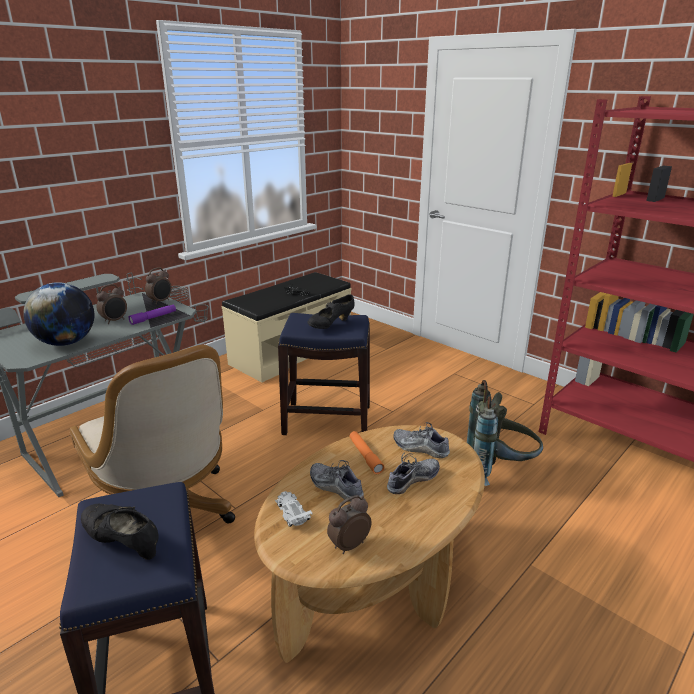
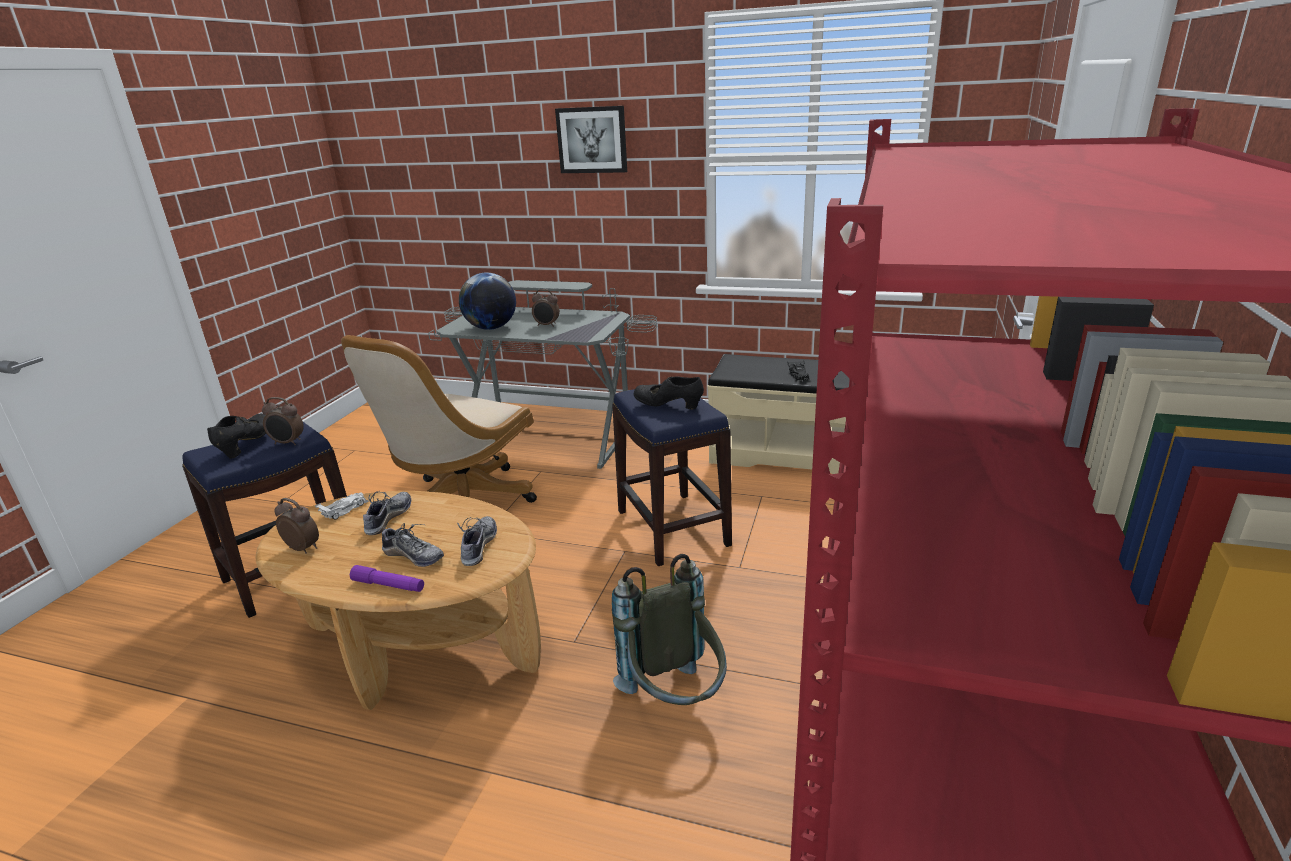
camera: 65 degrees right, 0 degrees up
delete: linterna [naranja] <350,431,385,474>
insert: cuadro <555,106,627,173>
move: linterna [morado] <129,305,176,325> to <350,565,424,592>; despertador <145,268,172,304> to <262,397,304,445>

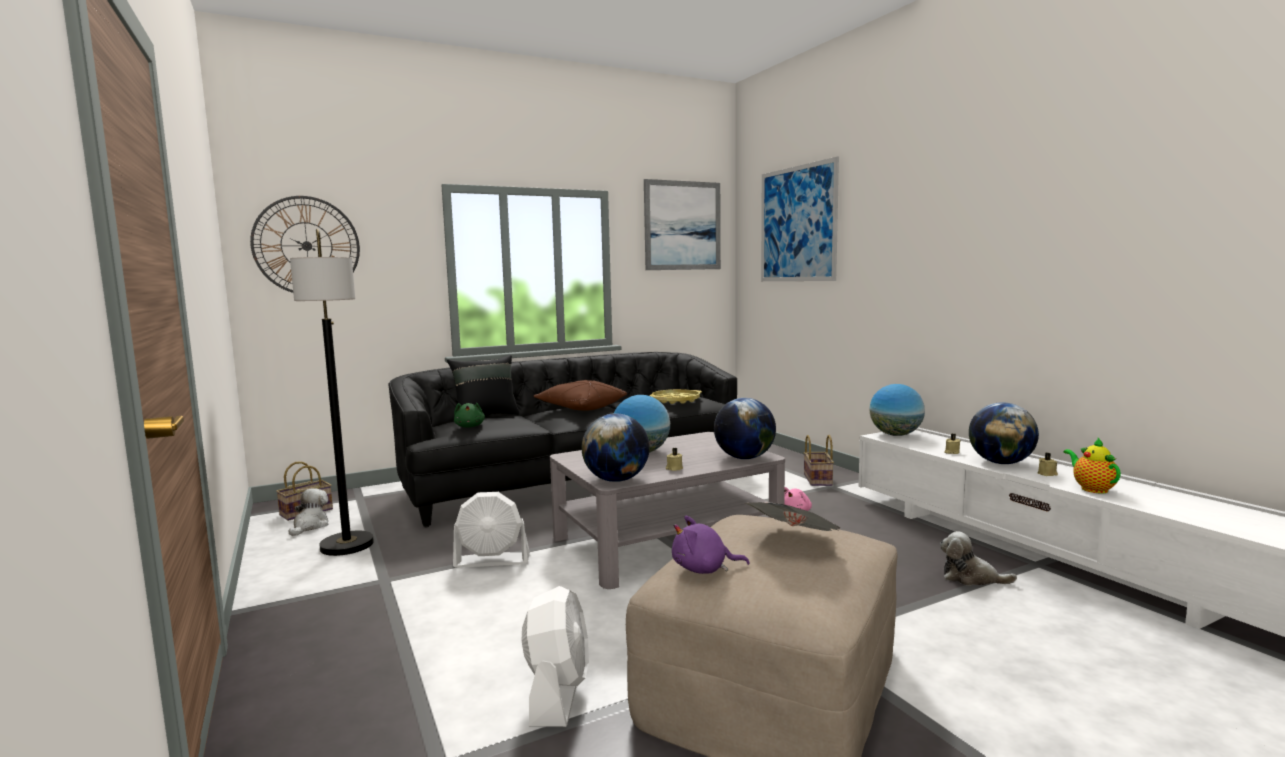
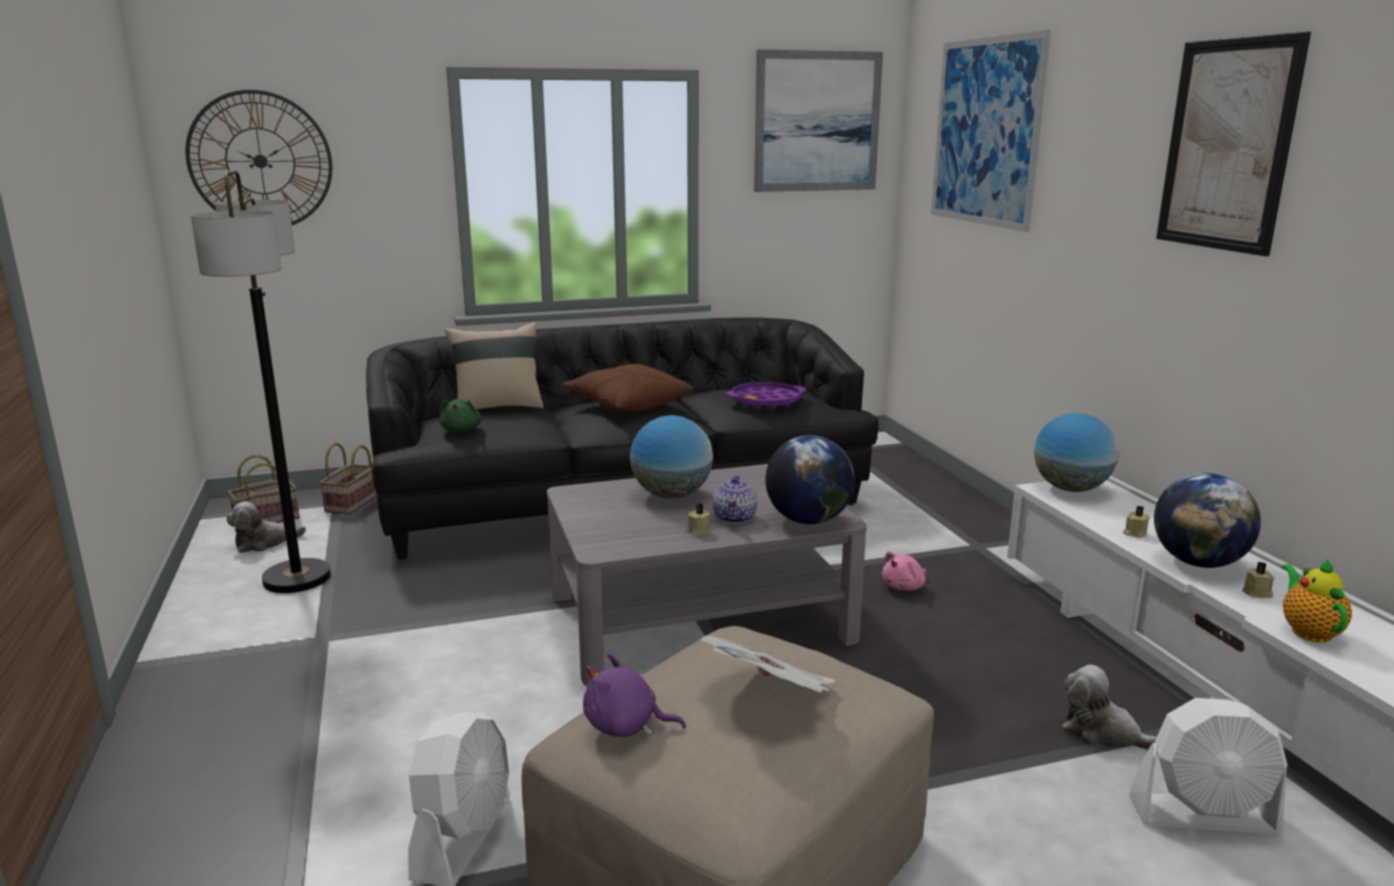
camera: 10 degrees right, 10 degrees up
delete: globo terráqueo <582,413,650,482>
insert: tetera <713,476,757,524>; cuadro <1156,32,1311,256>
move: ventilador [blanco] <453,492,530,568> to <1129,698,1287,834>; cesta <804,435,834,486> to <320,443,377,515>
recolor: cojín [negro] <447,355,519,415> to cojín [beis] <445,322,544,409>; bandeja [amarillo] <649,389,702,404> to bandeja [morado] <726,382,806,409>
rotate: peluche <288,488,329,536> = <226,501,306,553> 135 degrees counterclockwise

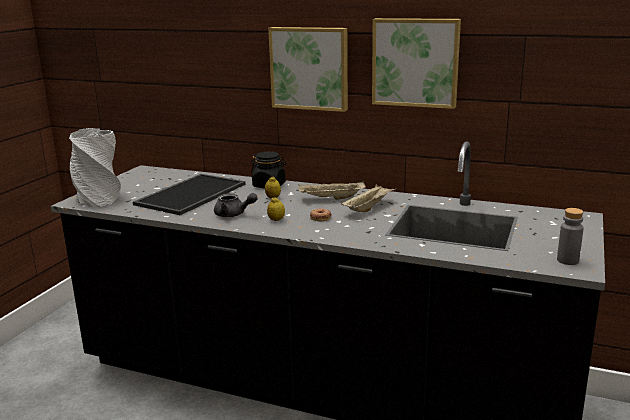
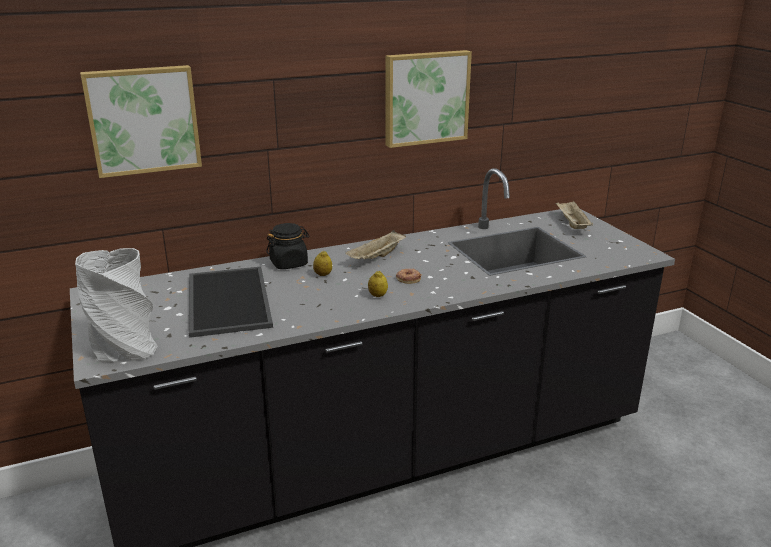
camera: 45 degrees left, 5 degrees up
delete: tetera [gris] <214,193,258,217>; botella [gris] <557,208,584,265>
move: cuadro <268,27,348,112> to <80,65,202,178>; bandeja [beis] <341,184,396,212> to <556,201,593,229>

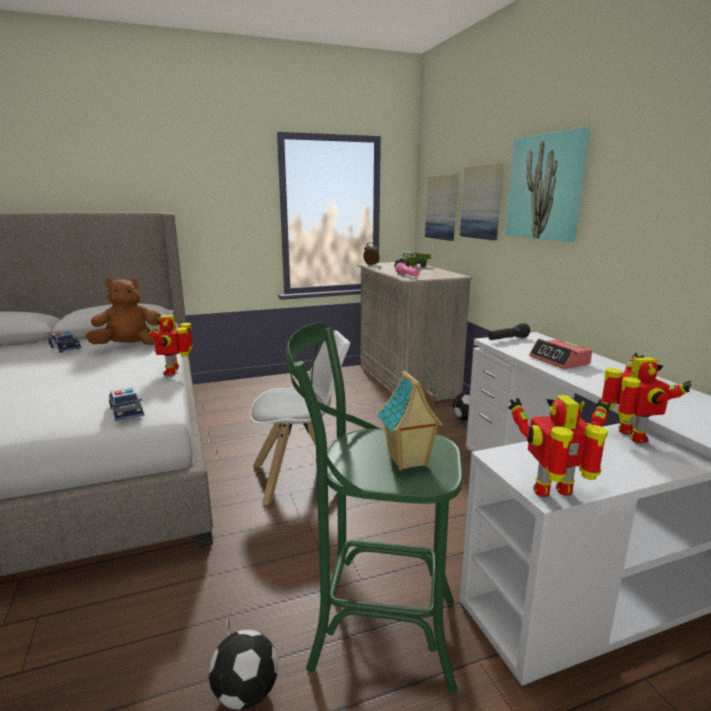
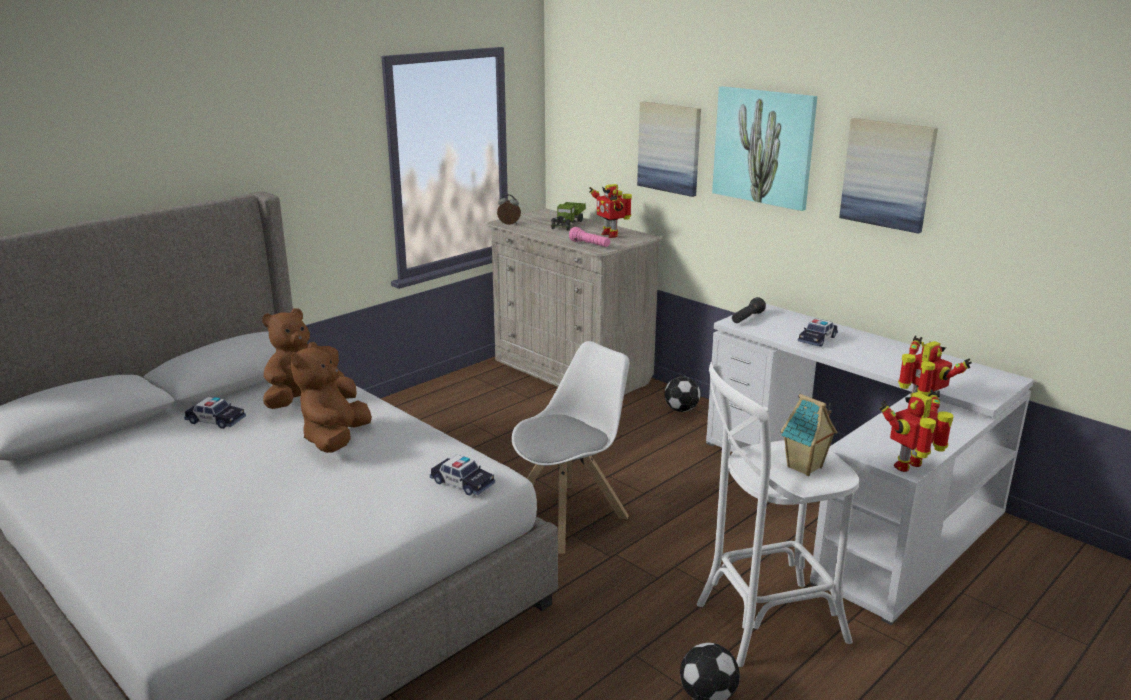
camera: 25 degrees left, 5 degrees up
insert: peluche [marrón] <291,342,372,453>
move: robot de juguete <145,315,193,375> to <589,184,632,238>; cuadro <425,174,458,241> to <839,118,938,234>
replace: despertador <529,339,592,369> to coche de juguete <798,318,838,347>
recolor: taburete [verde] <286,323,463,694> to taburete [blanco] <697,361,859,667>

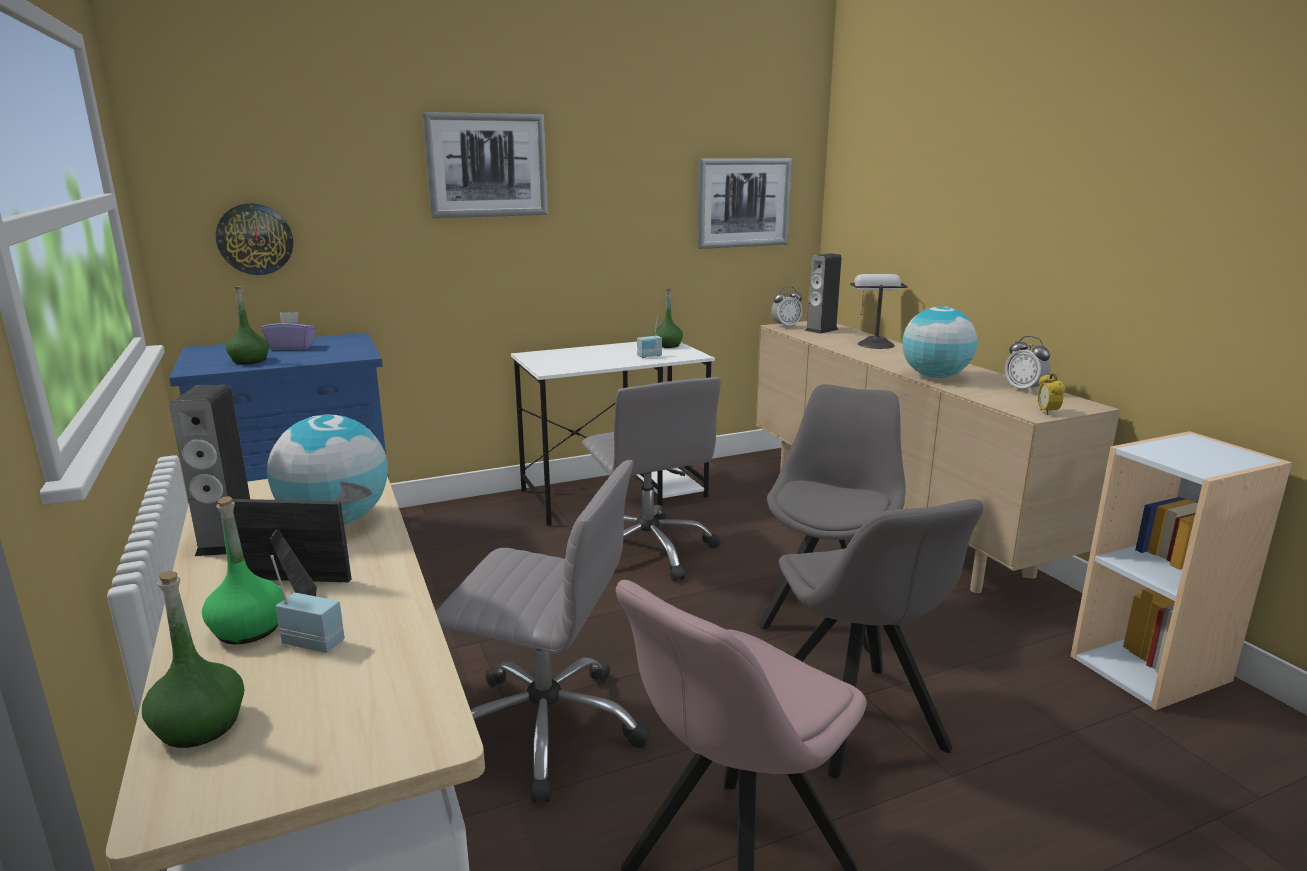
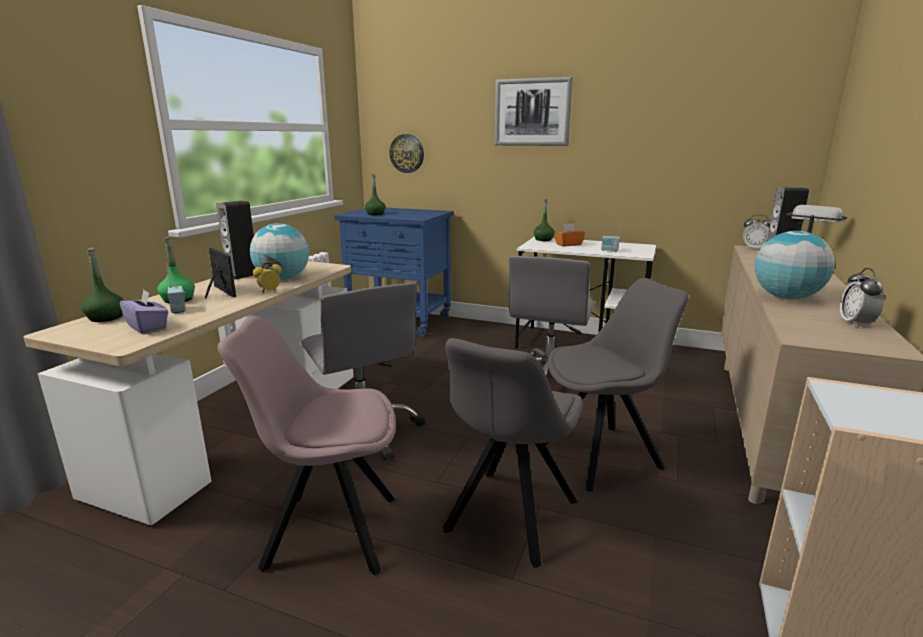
camera: 45 degrees right, 0 degrees up
delete: cuadro <697,158,792,249>
insert: caja de pañuelos [naranja] <554,223,585,246>
move: caja de pañuelos [morado] <261,312,316,350> to <119,289,168,334>; botella [verde] <653,289,683,348> to <533,199,555,241>; despertador <1038,373,1066,415> to <253,262,282,292>

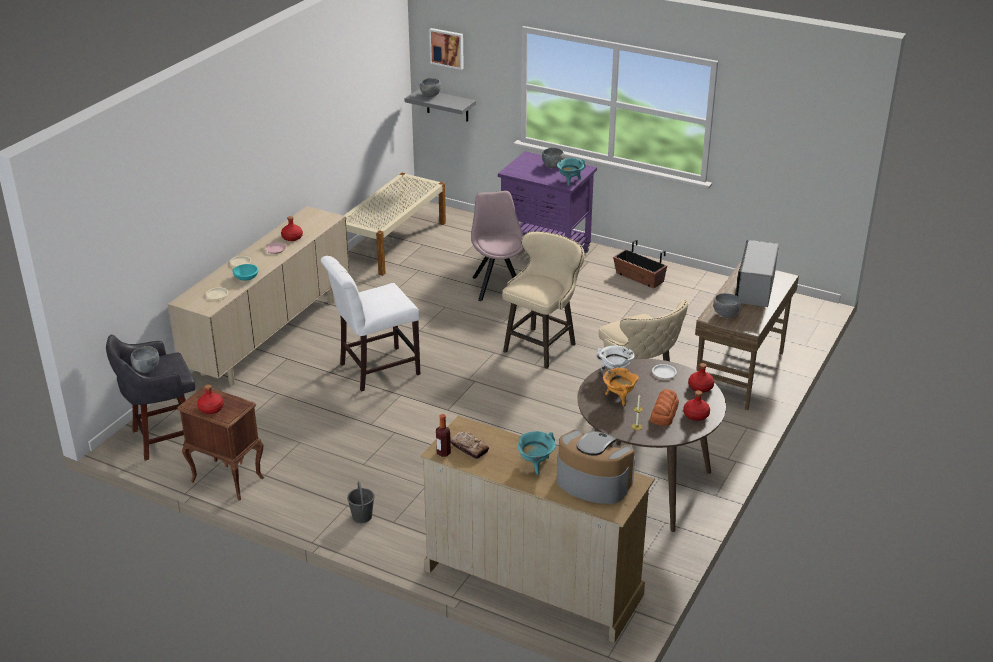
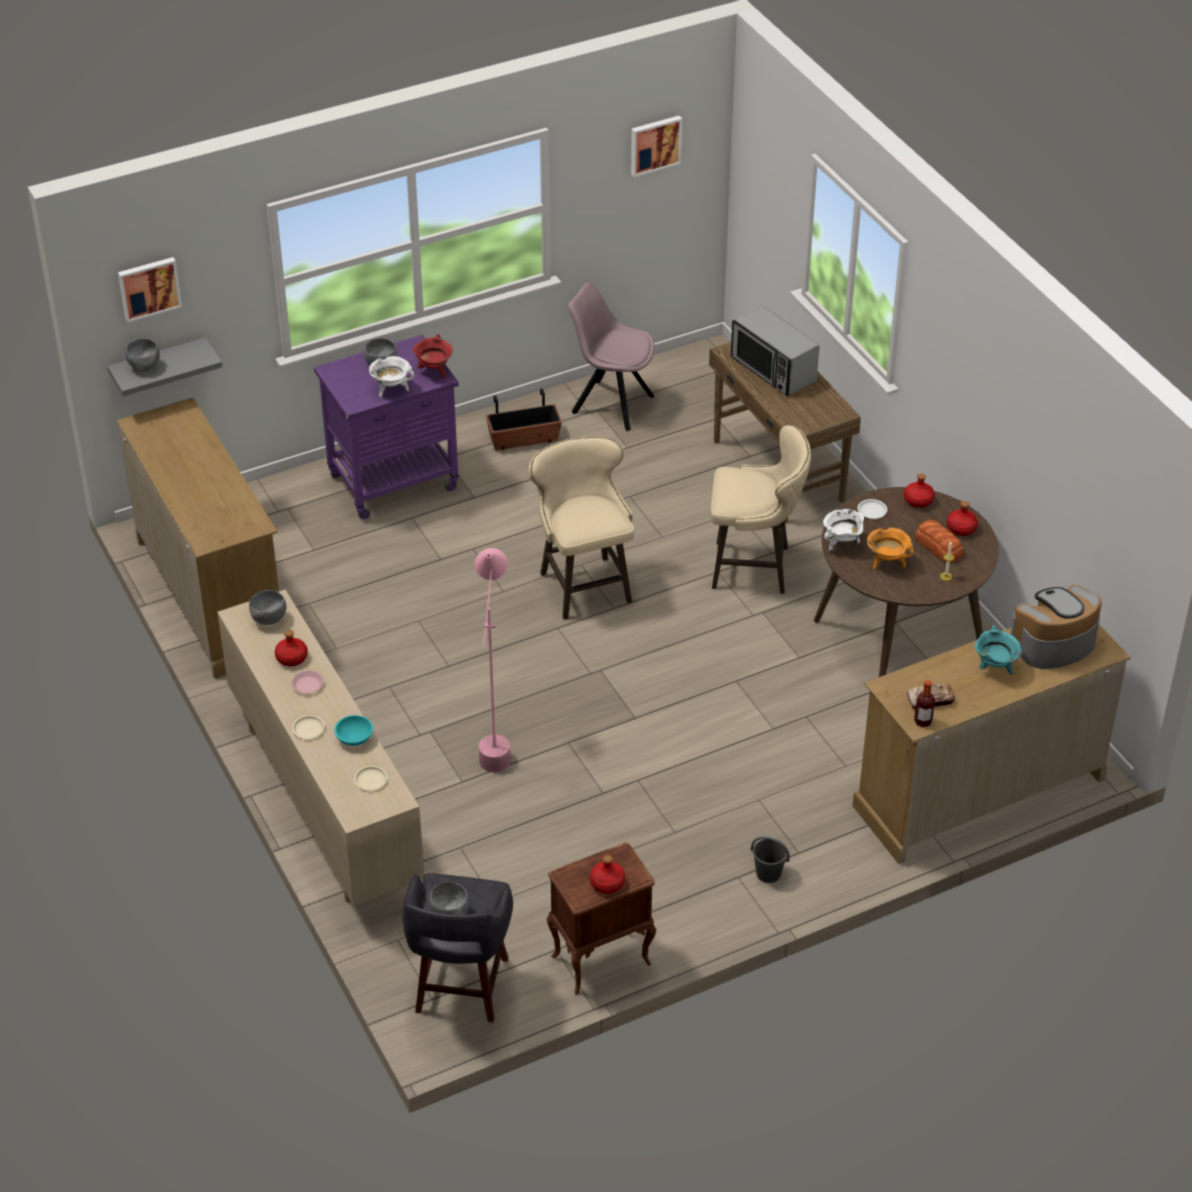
camera: 55 degrees left, 10 degrees up
insert: olla [blanco] <369,356,414,397>; cuadro <631,116,682,177>
move: silla [rosa] <471,191,523,301> to <568,283,655,431>; cuenco [gris] <713,293,741,318> to <249,590,286,625>
replace: silla [blanco] <321,256,420,392> to lámpara de pie [rosa] <475,548,511,772>; banco [beis] <344,172,446,276> to cómoda [marrón] <117,397,279,679>
recolor: olla [turquesa] <557,158,586,186> to olla [rojo] <413,334,453,378>

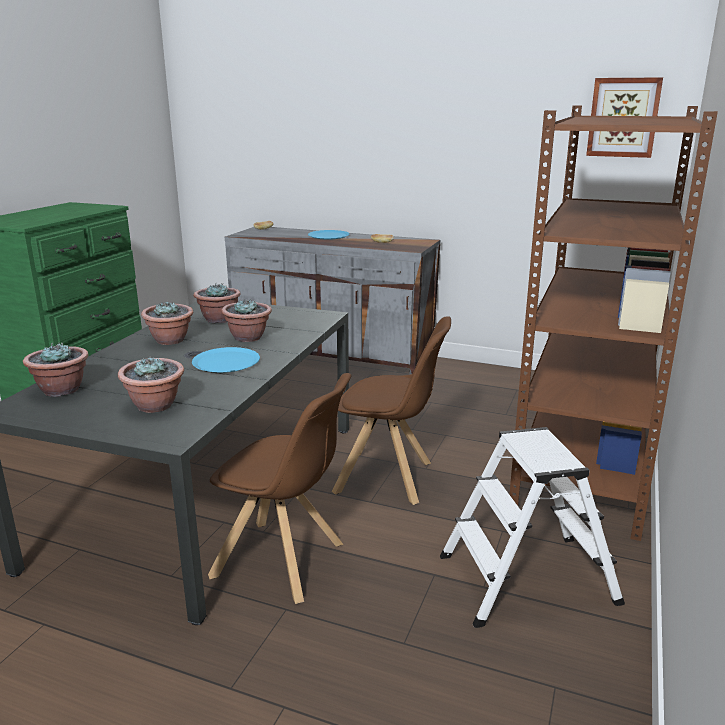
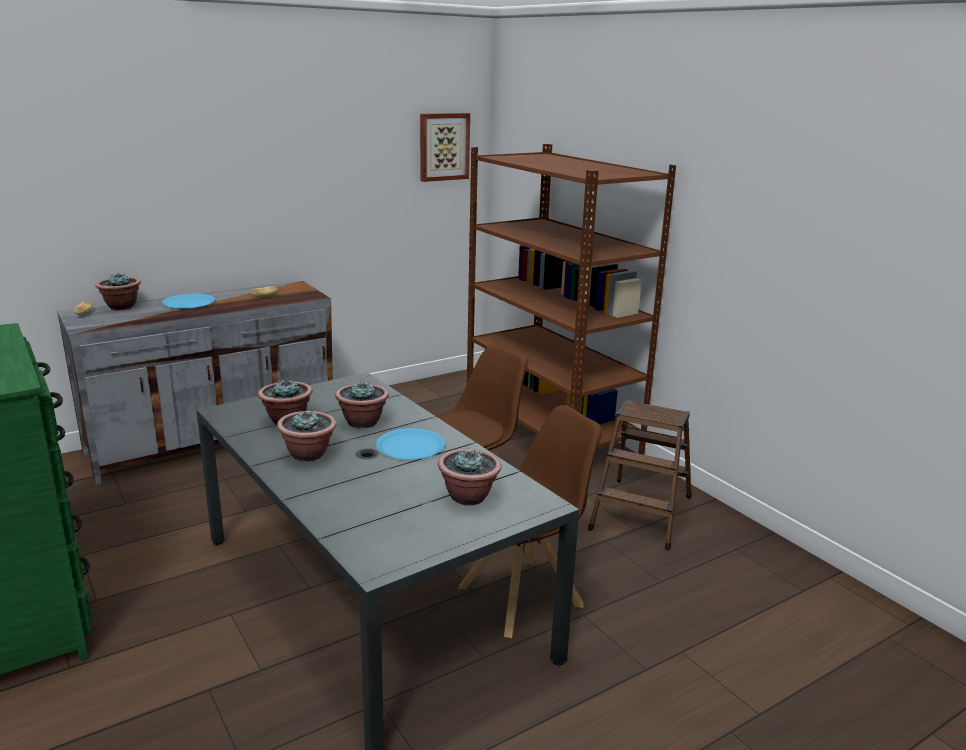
camera: 55 degrees left, 0 degrees up
move: planta en maceta <23,343,89,397> to <95,273,141,310>
recolor: escalera de tijera [blanco] <440,427,625,628> to escalera de tijera [marrón] <588,400,692,551>

